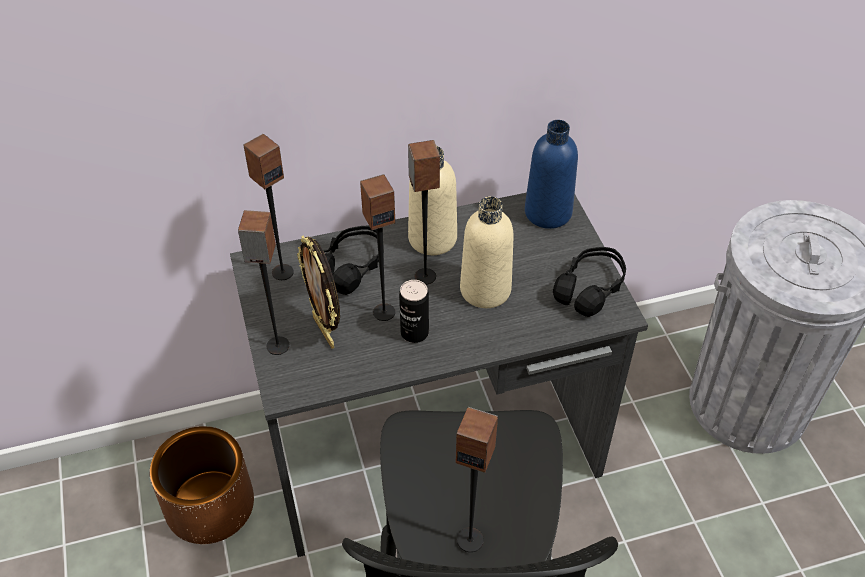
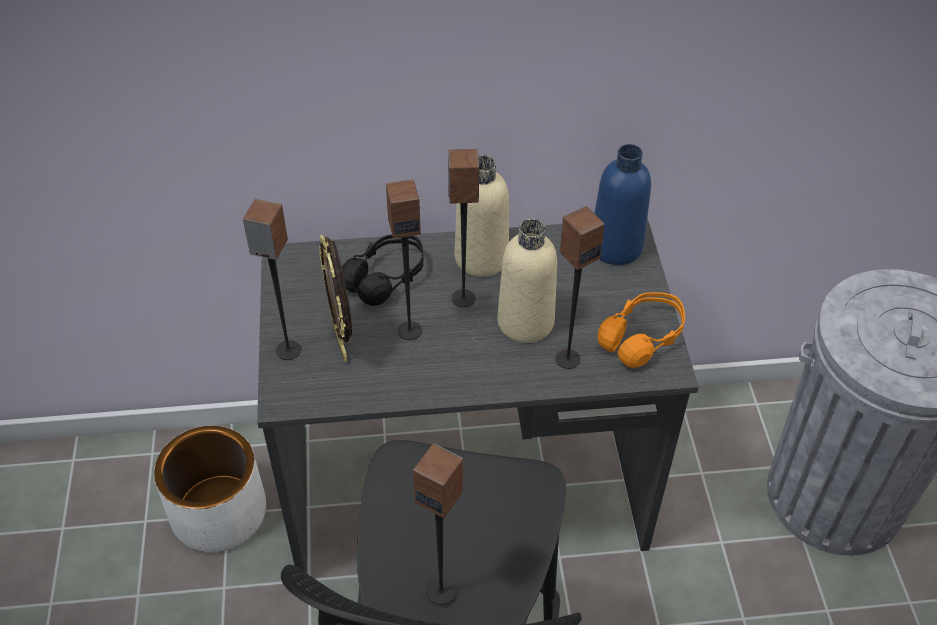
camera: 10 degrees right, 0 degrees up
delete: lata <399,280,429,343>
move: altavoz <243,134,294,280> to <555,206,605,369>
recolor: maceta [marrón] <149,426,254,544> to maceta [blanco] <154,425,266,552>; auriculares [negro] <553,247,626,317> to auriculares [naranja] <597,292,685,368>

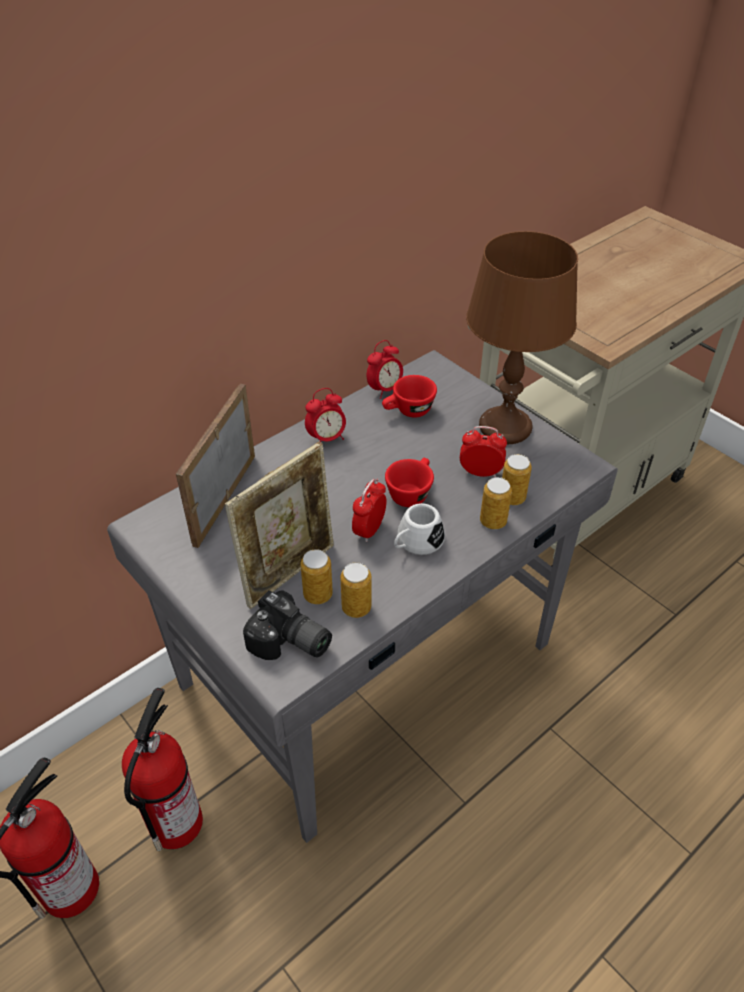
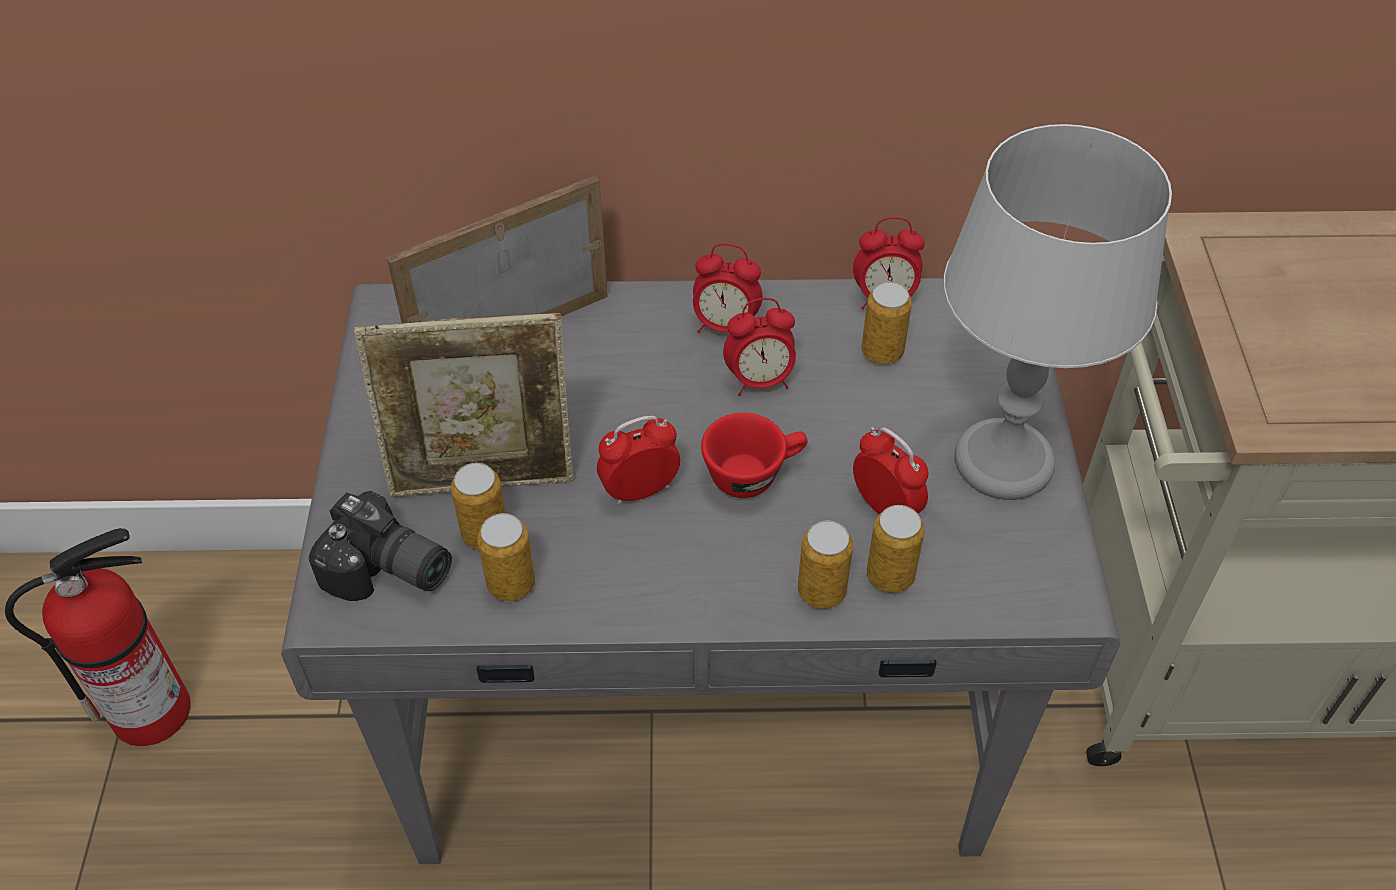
camera: 40 degrees right, 5 degrees up
delete: extintor <122,688,203,851>; taza grande [blanco] <394,503,445,555>
insert: despertador <723,298,796,396>
replace: taza [rojo] <382,375,437,417> to lata <862,282,912,364>
recolor: lámpara de mesa [marrón] <466,231,578,444> to lámpara de mesa [gris] <943,124,1172,500>
rotate: cámara <243,590,332,660> = <308,491,452,601> 45 degrees counterclockwise

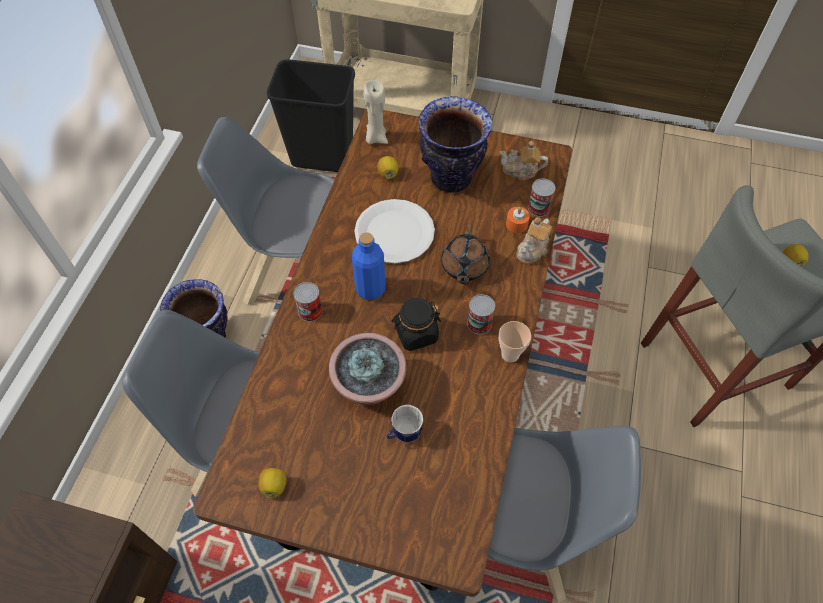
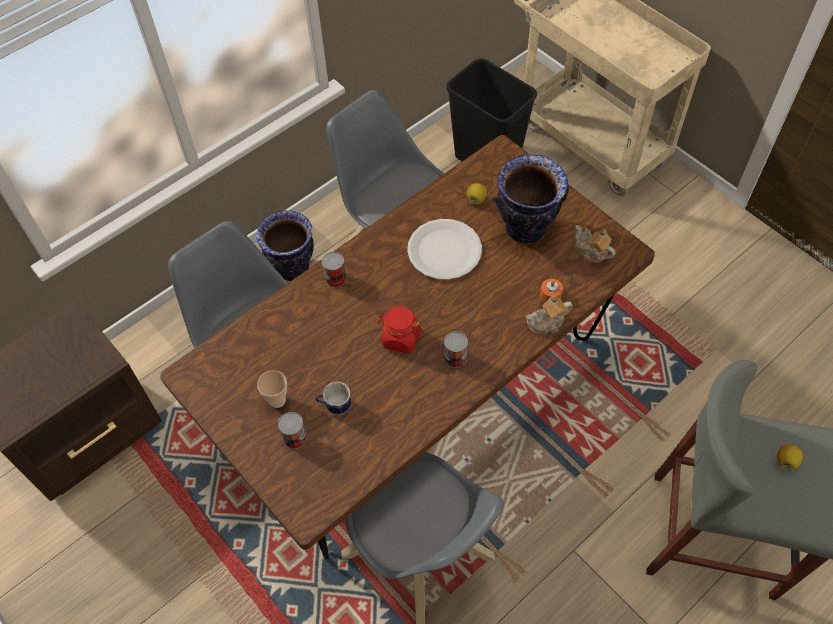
camera: 35 degrees right, 0 degrees up
delete: limón <258,468,287,498>; planta en maceta <329,333,407,405>; botella [azul] <352,232,385,300>; vela [beis] <364,80,388,144>; tetera [marrón] <441,224,490,284>
move: taza <499,321,531,362> to <257,370,287,408>; lata <528,178,556,217> to <278,412,307,449>
recolor: tarro [negro] <391,298,441,351> to tarro [rojo] <377,306,423,353>

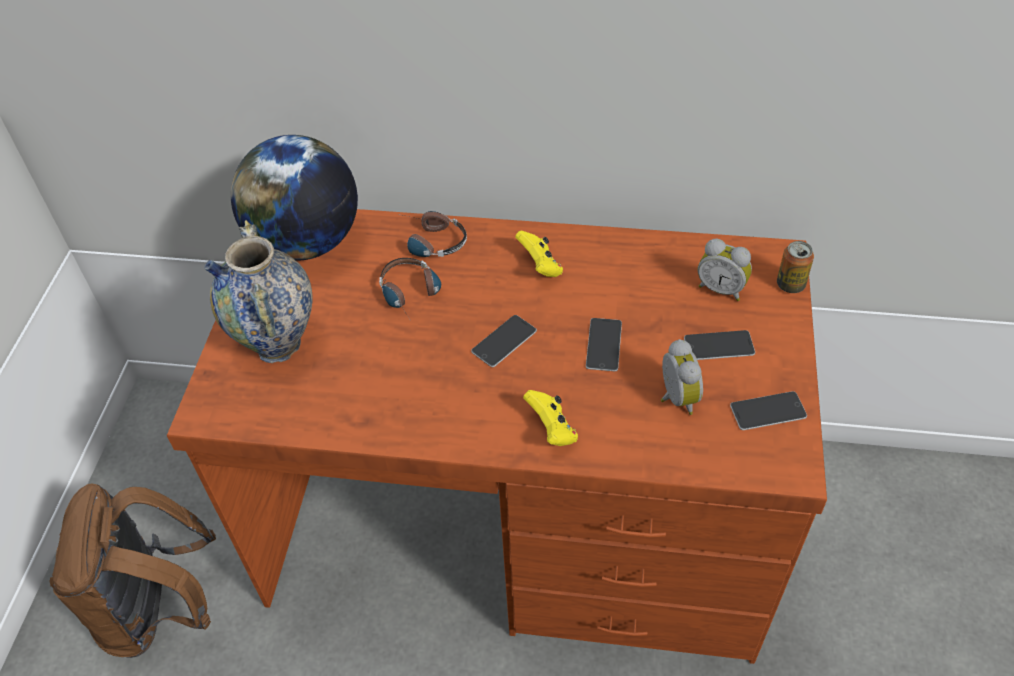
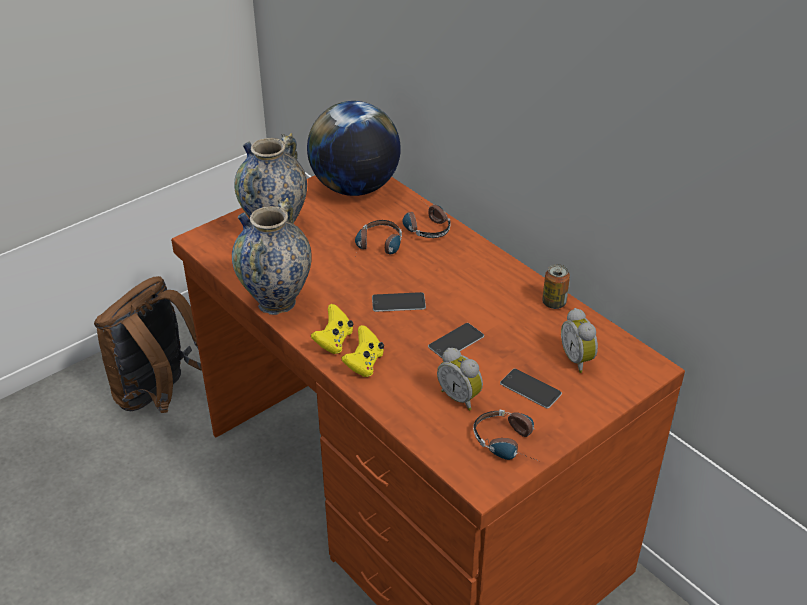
camera: 40 degrees right, 10 degrees down
insert: florero <232,198,312,315>
move: mando de consola [amarillo] <515,231,563,277> to <311,304,353,354>; lata <777,241,814,293> to <542,264,570,309>
replace: móvil <730,391,807,430> to auriculares <473,409,541,462>
rotate: despertador <661,339,703,415> = <437,348,483,411> 105 degrees clockwise

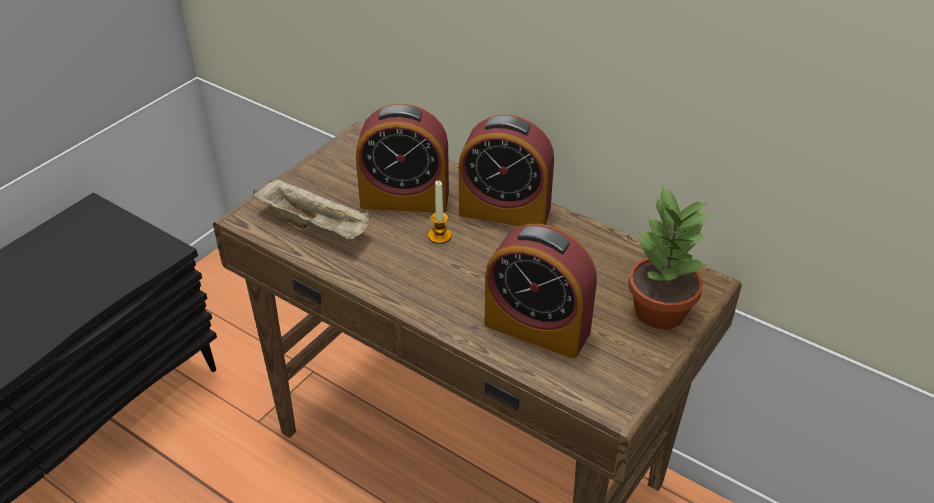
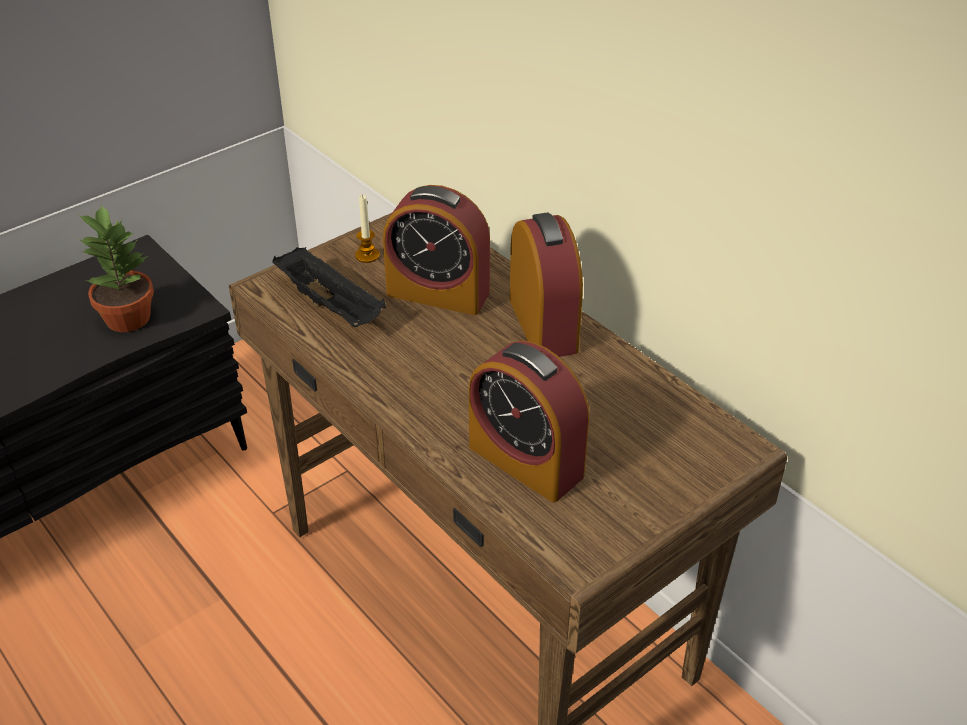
camera: 15 degrees right, 0 degrees up
move: vela <428,180,452,244> to <355,194,380,263>; planta en maceta <628,186,709,329> to <79,204,154,332>
recolor: bandeja [beis] <253,177,371,240> to bandeja [negro] <272,247,386,327>
rotate: despertador <459,115,554,226> = <510,212,583,357> 135 degrees counterclockwise

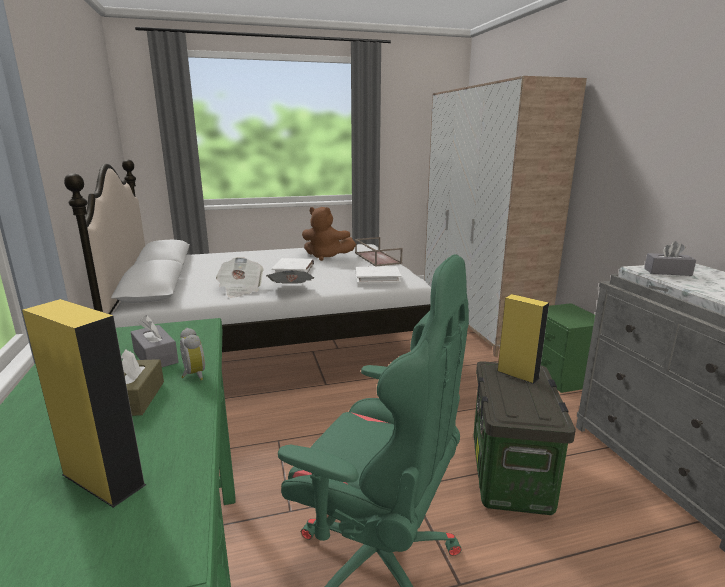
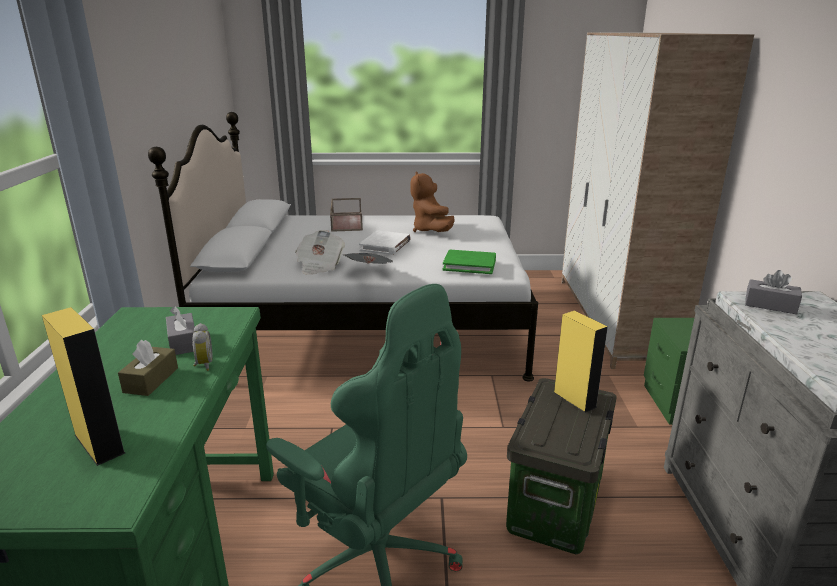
camera: 15 degrees right, 5 degrees up
move: bandeja [marrón] <355,237,402,267> to <330,198,363,232>
recolor: libro [blanco] <355,266,401,284> to libro [verde] <443,250,496,274>
rotate: peluche [marrón] <302,207,356,261> = <410,171,455,232> 45 degrees clockwise

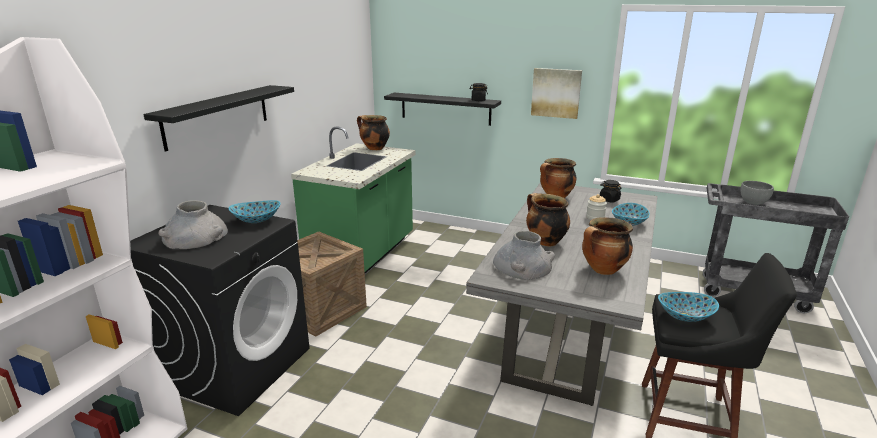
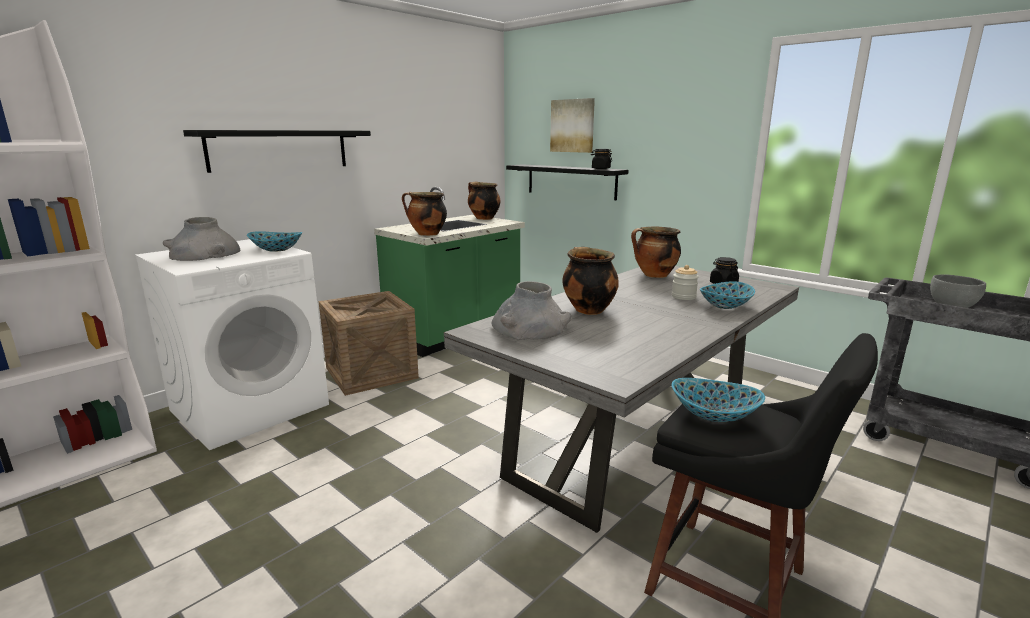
camera: 20 degrees right, 5 degrees down
move: cuadro <531,68,582,119> to <550,98,595,153>; olla <582,217,633,275> to <402,192,447,236>
recolor: lavadora [negro] <130,205,310,416> to lavadora [blanco] <135,239,329,450>

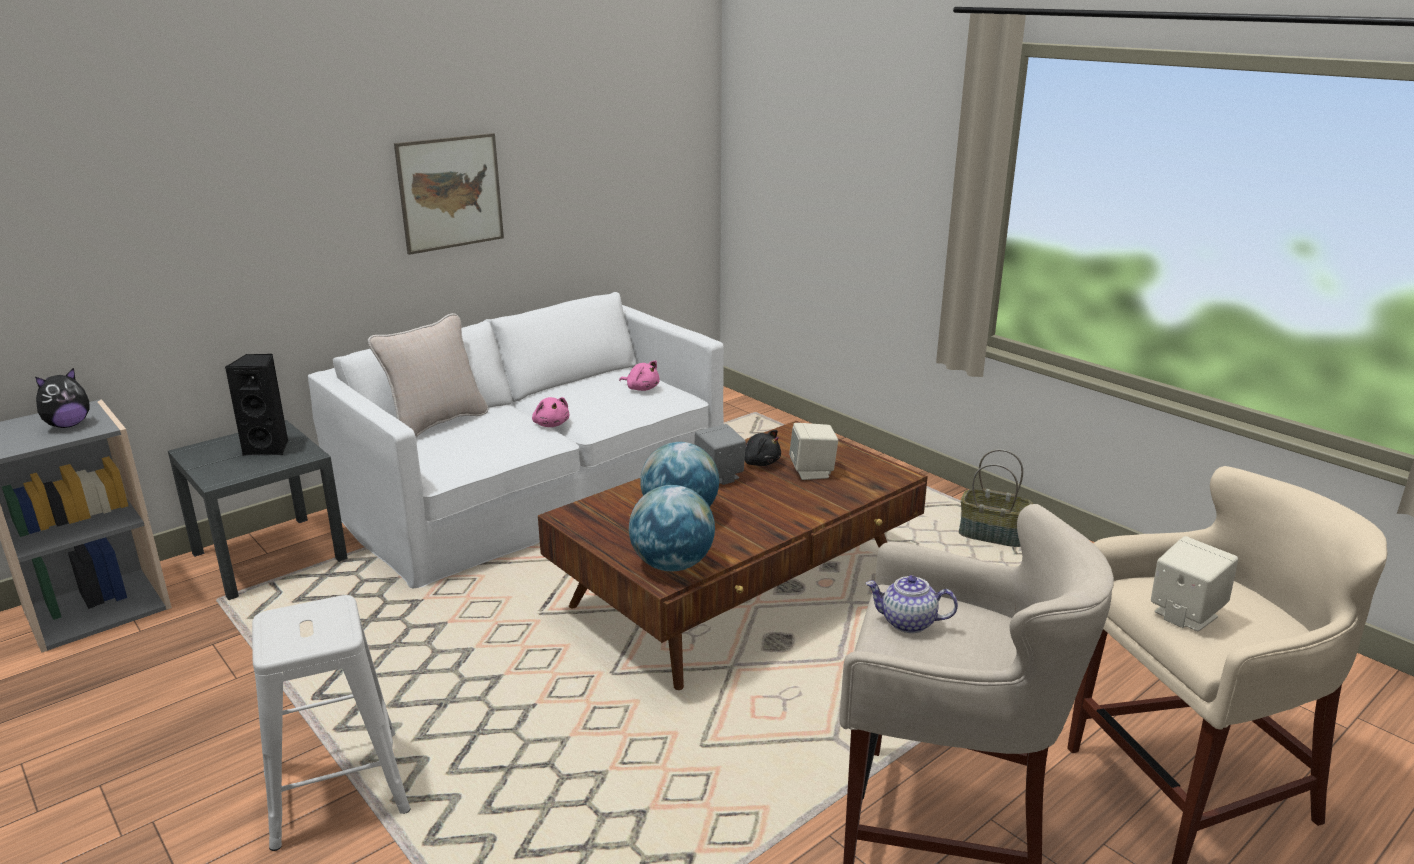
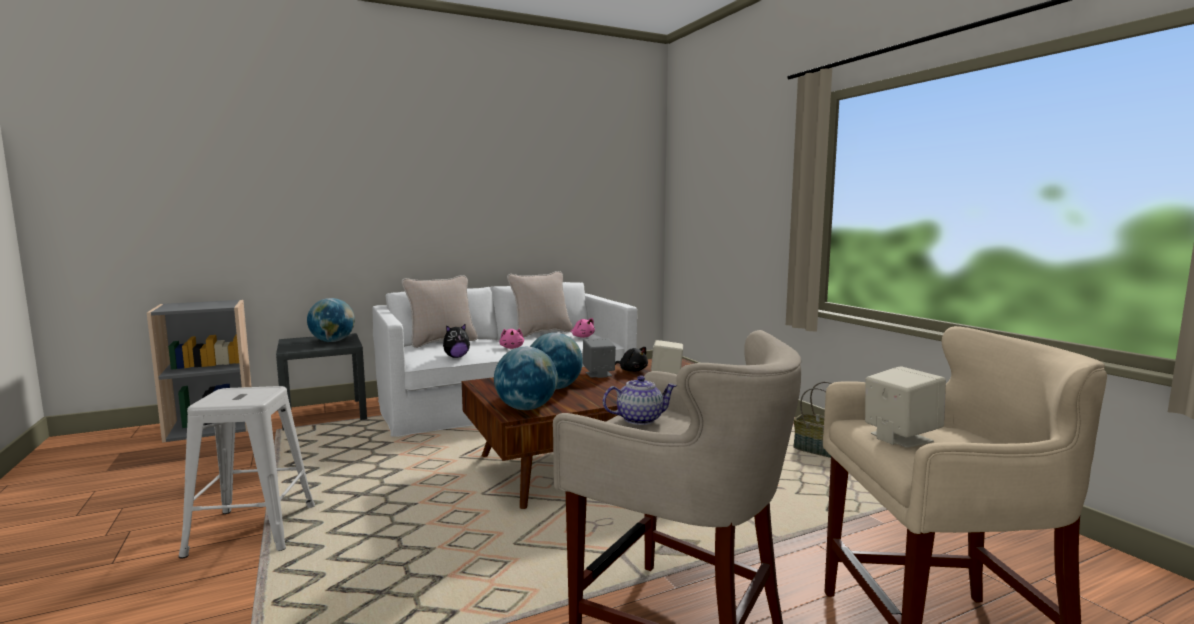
camera: 15 degrees right, 15 degrees down
delete: cuadro <394,133,504,255>
insert: cojín [beis] <507,271,573,338>
move: peluche <35,368,90,428> to <443,324,470,358>
replace: altavoz [negro] <225,354,288,456> to globo terráqueo <307,298,355,342>
rotate: tetera <865,575,958,633> = <603,376,677,425> 135 degrees clockwise

